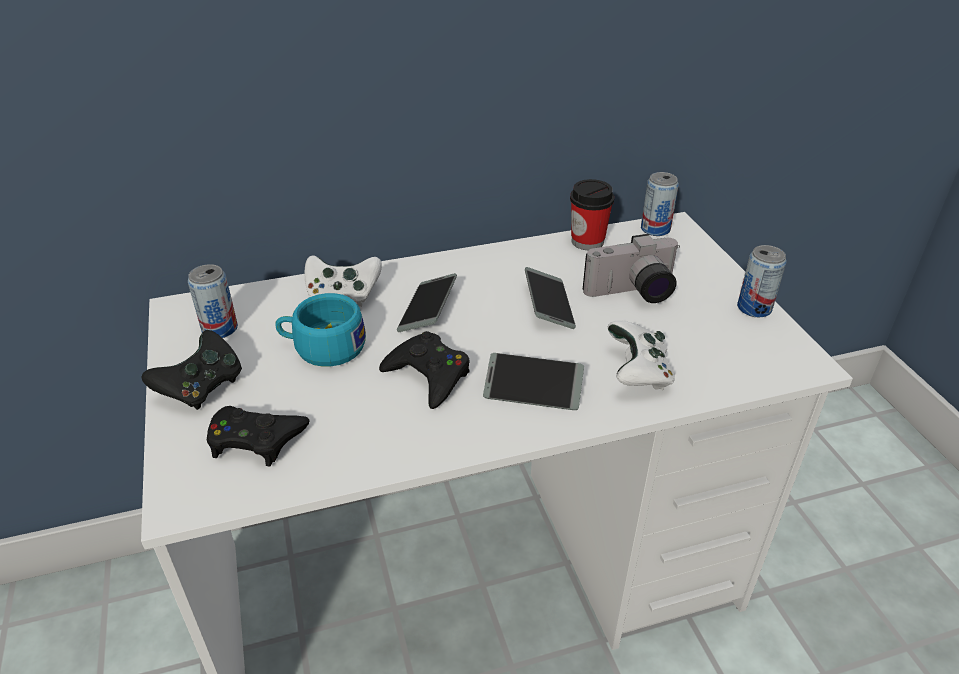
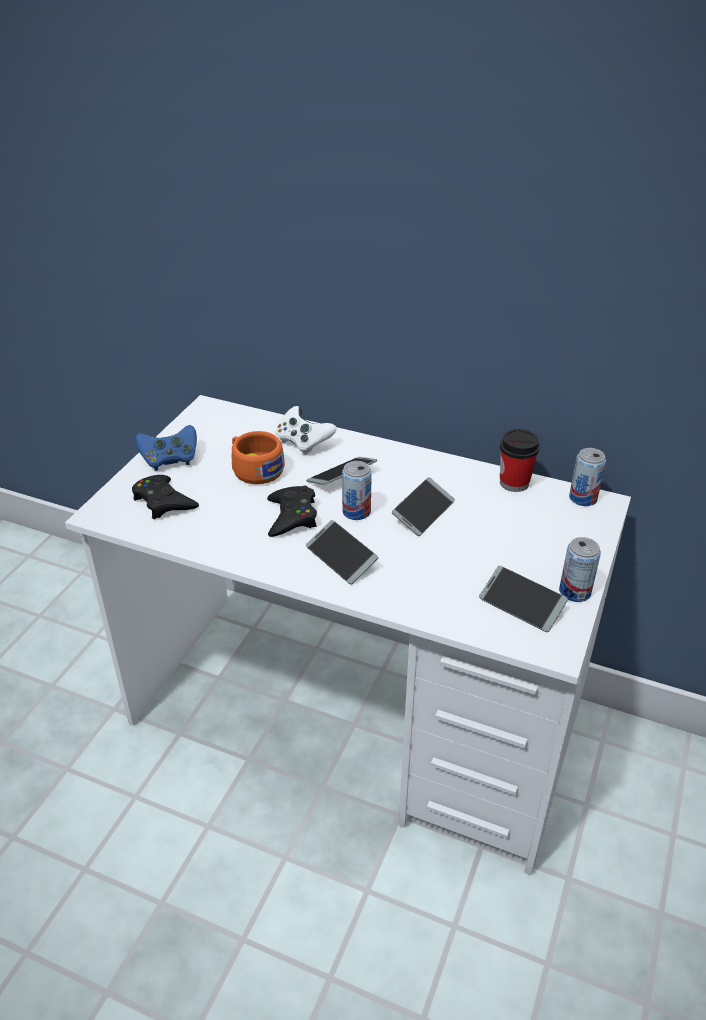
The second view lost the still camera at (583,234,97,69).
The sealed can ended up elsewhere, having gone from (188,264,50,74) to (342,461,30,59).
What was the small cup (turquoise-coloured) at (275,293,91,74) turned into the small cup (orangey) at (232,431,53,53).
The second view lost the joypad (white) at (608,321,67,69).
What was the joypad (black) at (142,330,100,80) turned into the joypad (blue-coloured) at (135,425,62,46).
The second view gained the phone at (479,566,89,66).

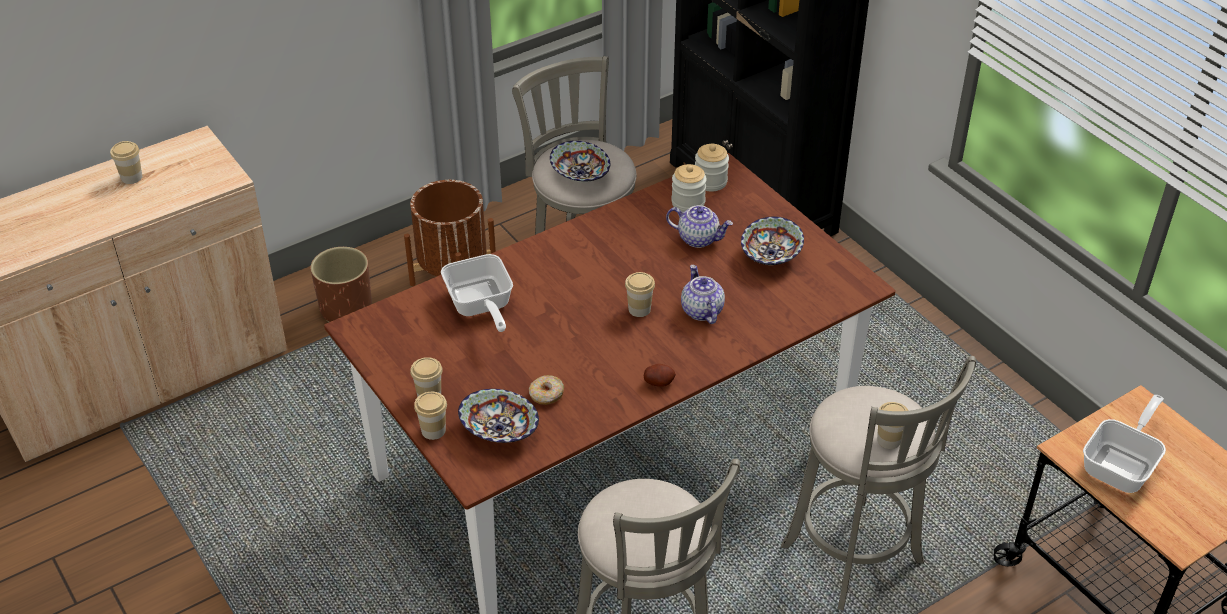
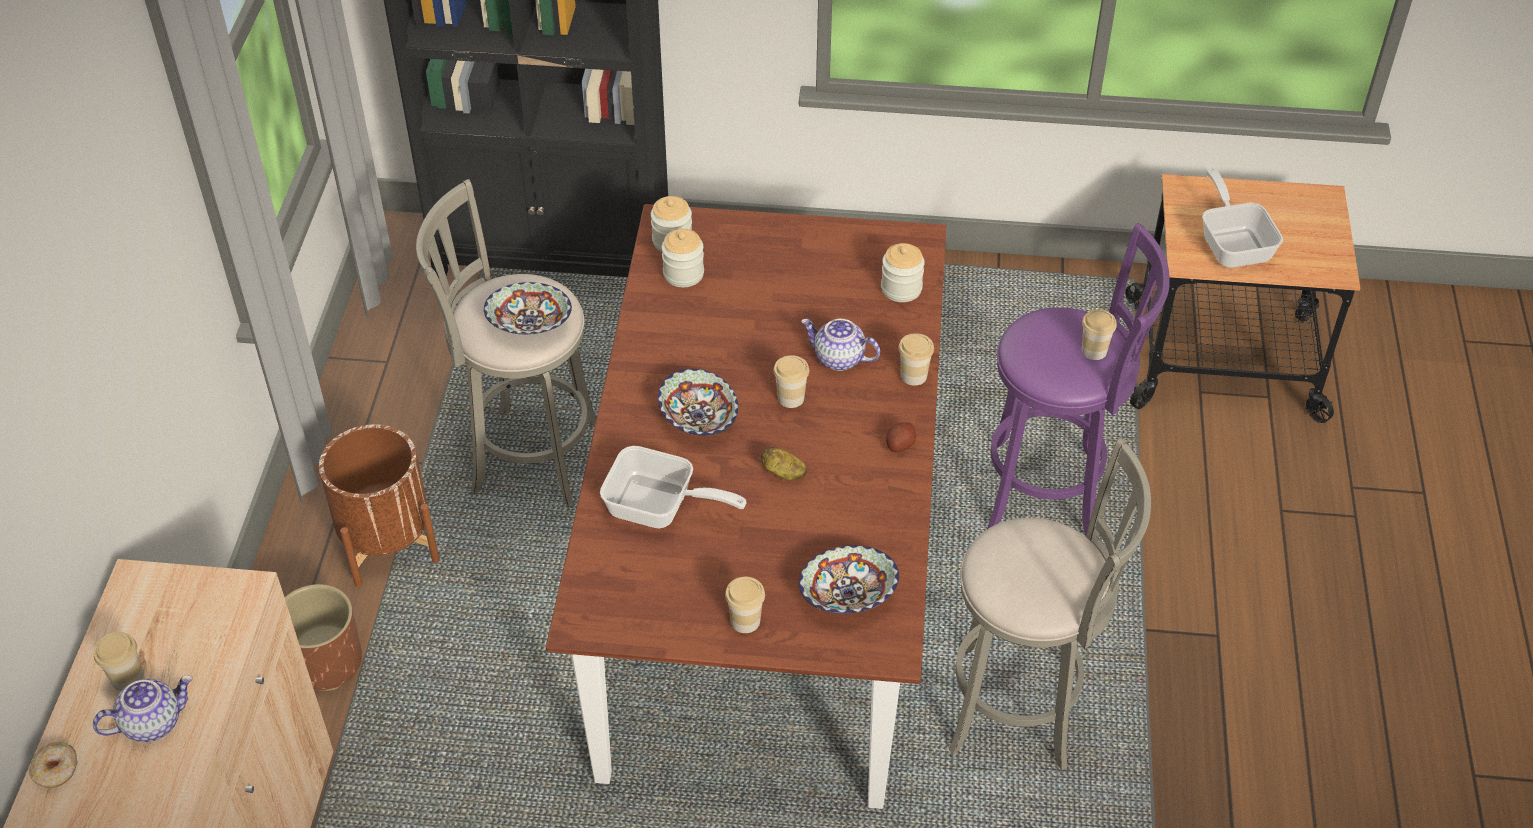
The pot for tea ended up elsewhere, having gone from (666,205,67,43) to (93,675,100,67).
The bowl ended up elsewhere, having gone from (741,217,63,48) to (658,369,80,67).
What was the sitting stool (grey) at (781,356,195,254) turned into the sitting stool (purple) at (987,223,183,314).
The doughnut ended up elsewhere, having gone from (529,375,35,30) to (29,742,49,46).
The small cup ended up elsewhere, having gone from (414,392,33,48) to (899,333,35,53).
The second view gained the preserve jar at (881,243,44,59).
The second view gained the spud at (761,447,46,33).

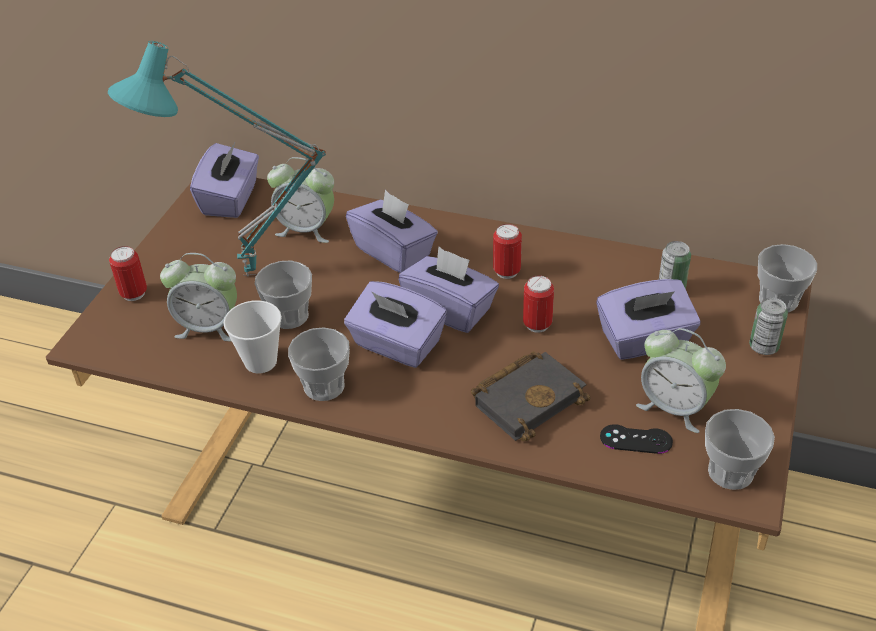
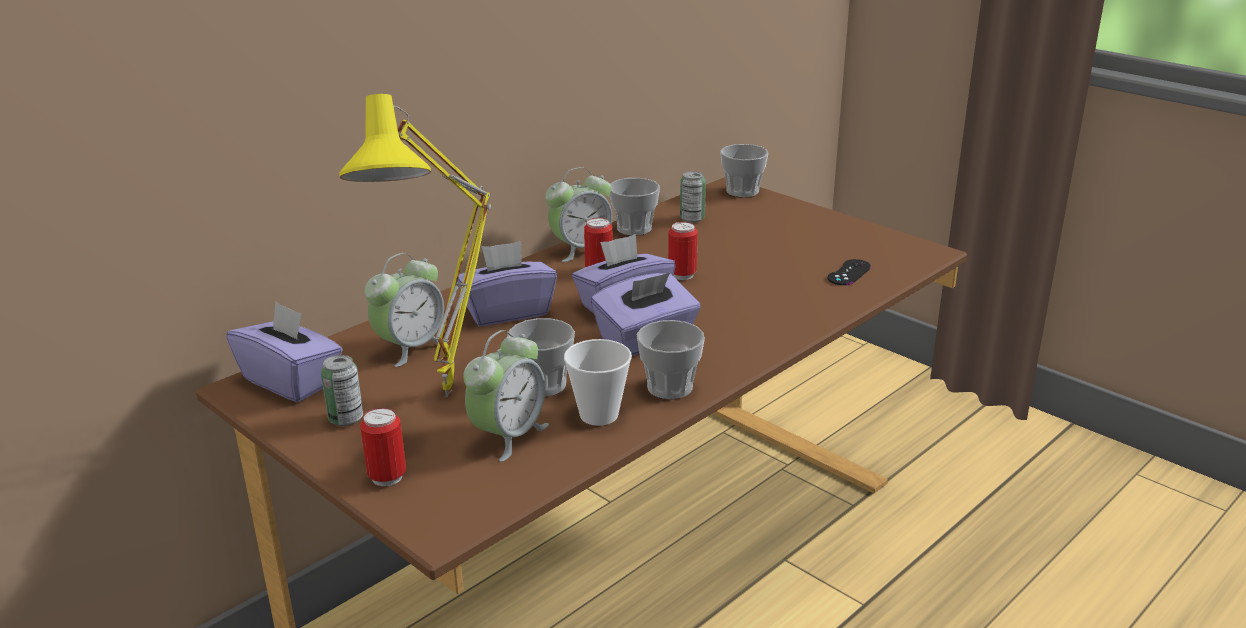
What was the table lamp (turquoise-coloured) at (108,41,218,236) turned into the table lamp (yellowish) at (339,94,152,304).
The second view lost the tissue holder (purple) at (596,279,104,81).
The sealed can ended up elsewhere, having gone from (749,297,39,58) to (321,355,42,71).
The alarm clock ended up elsewhere, having gone from (636,328,90,105) to (545,167,67,95).
The second view lost the volume (black) at (471,351,119,90).
The small cup ended up elsewhere, having gone from (705,409,70,81) to (610,178,50,58).

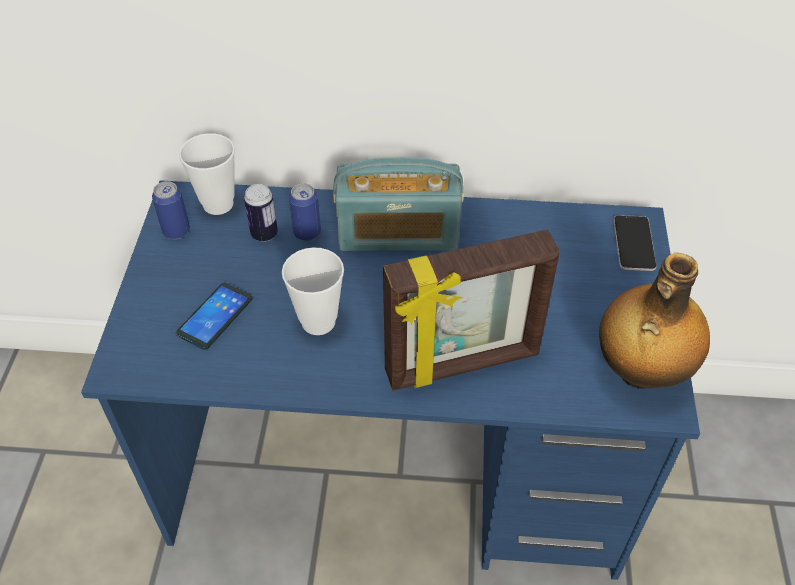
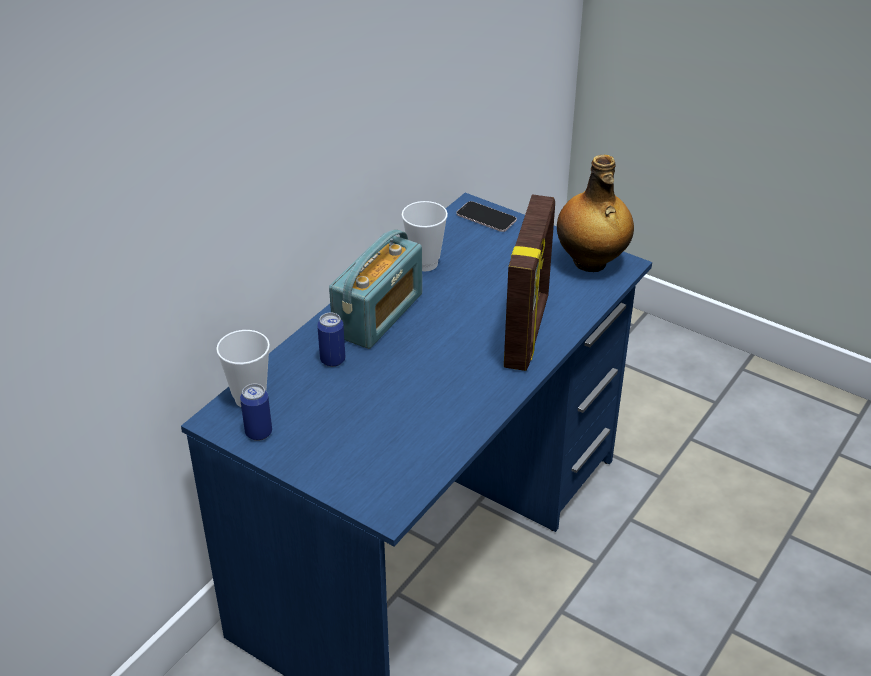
The second view lost the sealed can at (244,184,34,58).
The small cup ended up elsewhere, having gone from (282,248,62,87) to (402,201,46,70).
The second view lost the phone at (176,282,77,68).

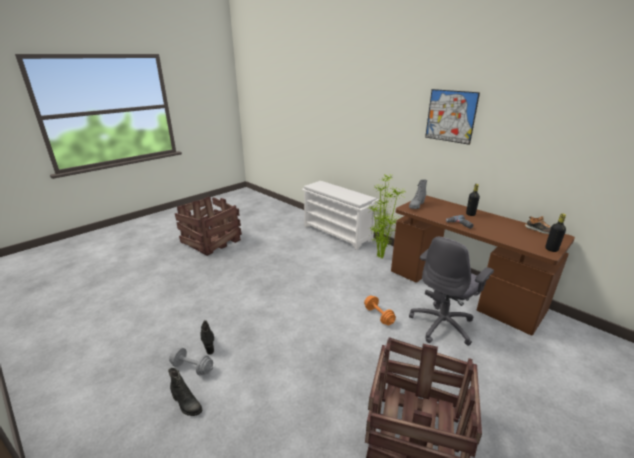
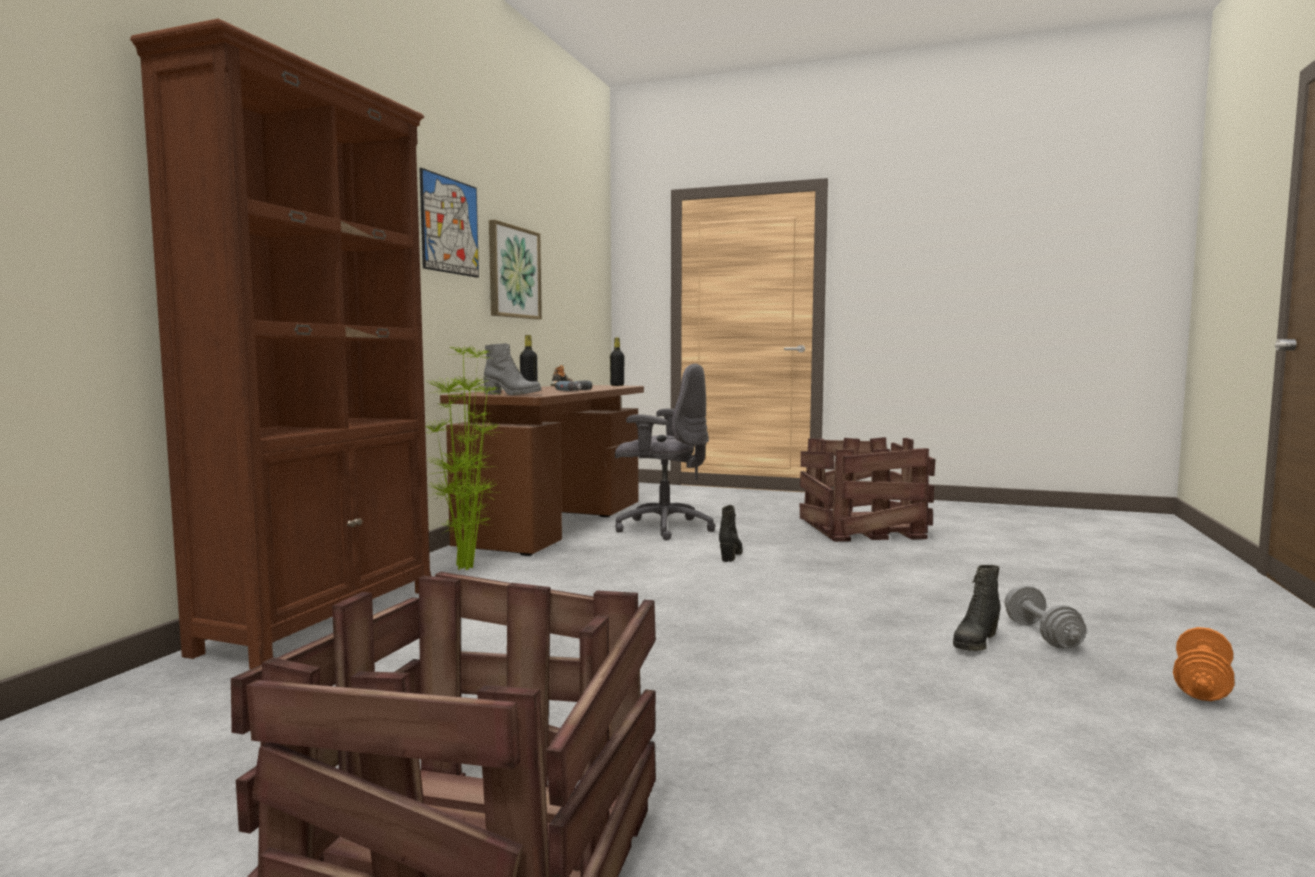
Where the shoe stand (white) stood at (302,181,77,69), the bookshelf (brownish) came to stand at (130,19,301,650).
The free weight (orangey) ended up elsewhere, having gone from (364,296,32,29) to (1173,627,62,74).
The boot (black) ended up elsewhere, having gone from (168,368,34,48) to (719,505,24,57).
The second view gained the wall picture at (489,220,53,100).

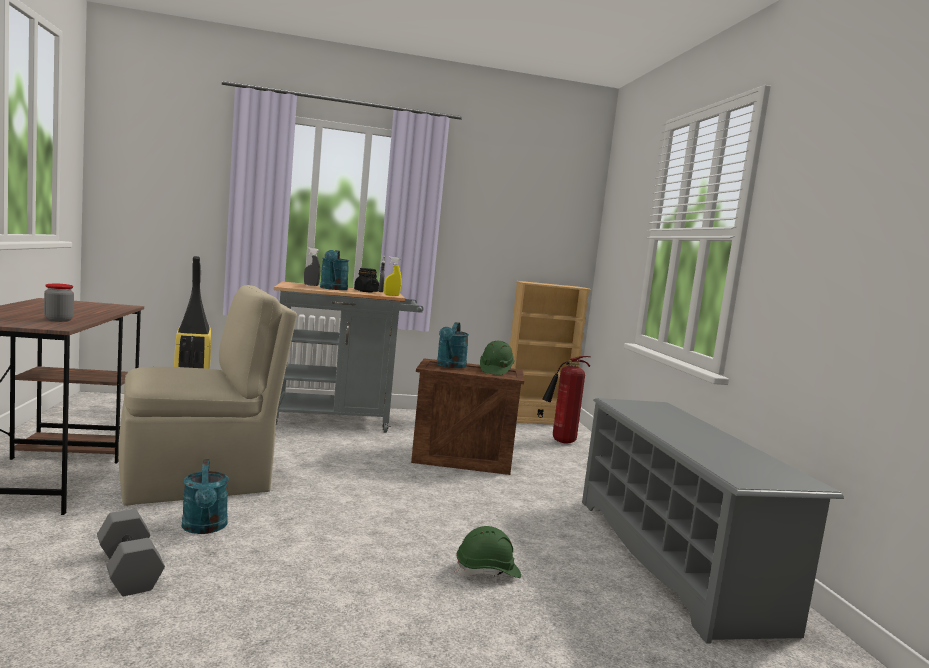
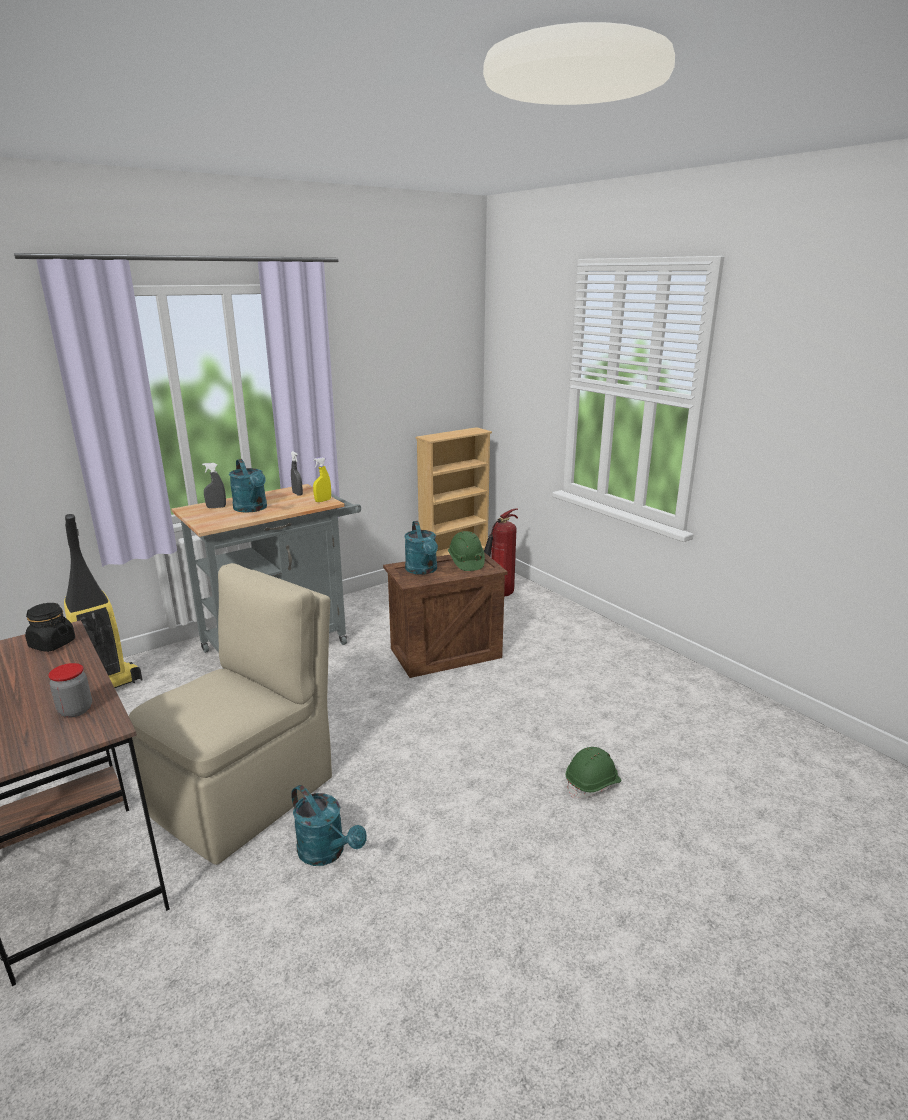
The preserve jar (black) ended up elsewhere, having gone from (354,268,25,24) to (25,603,50,49).
The second view lost the shoe stand (grey) at (582,398,262,246).
The second view lost the free weight (grey) at (97,509,68,87).

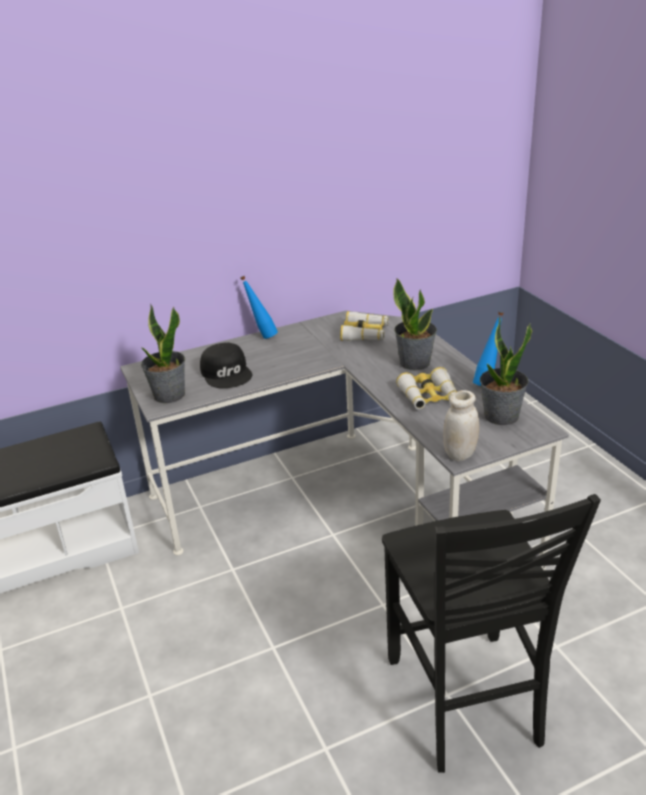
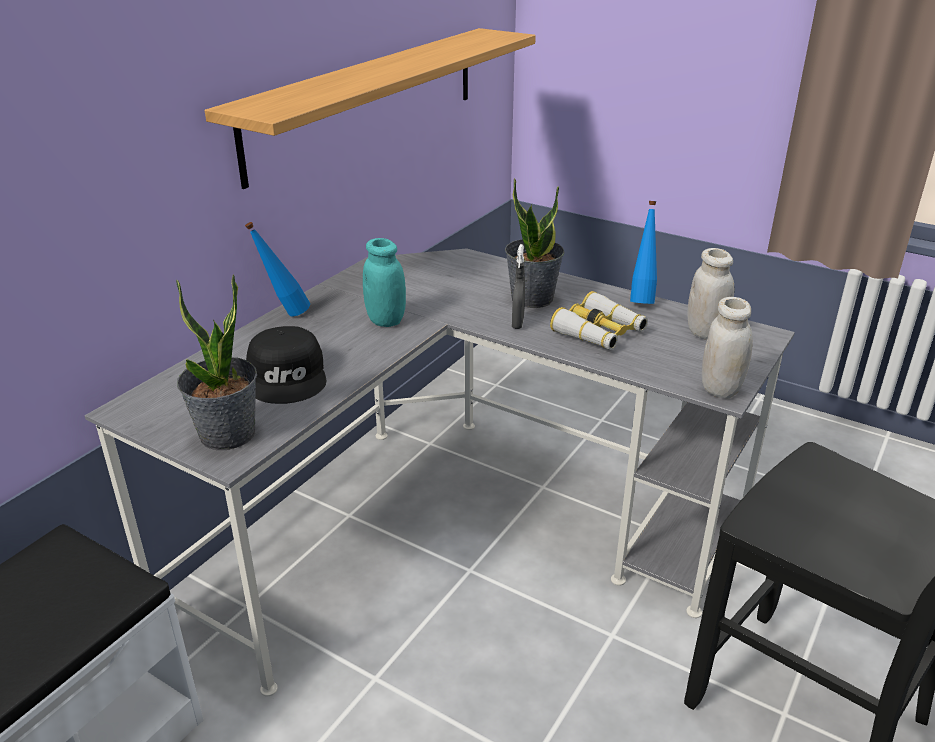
The second view lost the field glasses at (340,311,49,30).
Where the plant in a pot stood at (480,317,52,108), the preserve jar (white) came to stand at (687,248,47,91).
The peaked cap (black) at (200,342,52,46) ended up facing another way, 45 degrees clockwise from before.
The second view gained the shelf at (205,28,331,161).
The second view gained the preserve jar (turquoise-coloured) at (363,238,43,89).
The second view gained the sprayer (grey) at (512,244,13,85).

